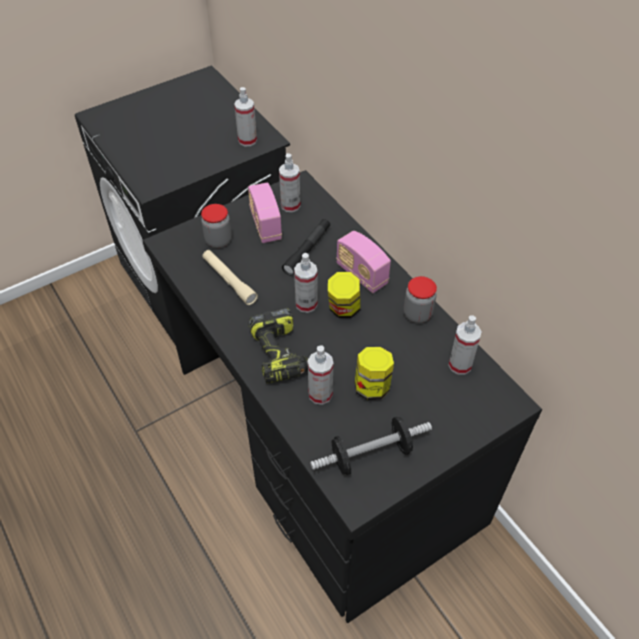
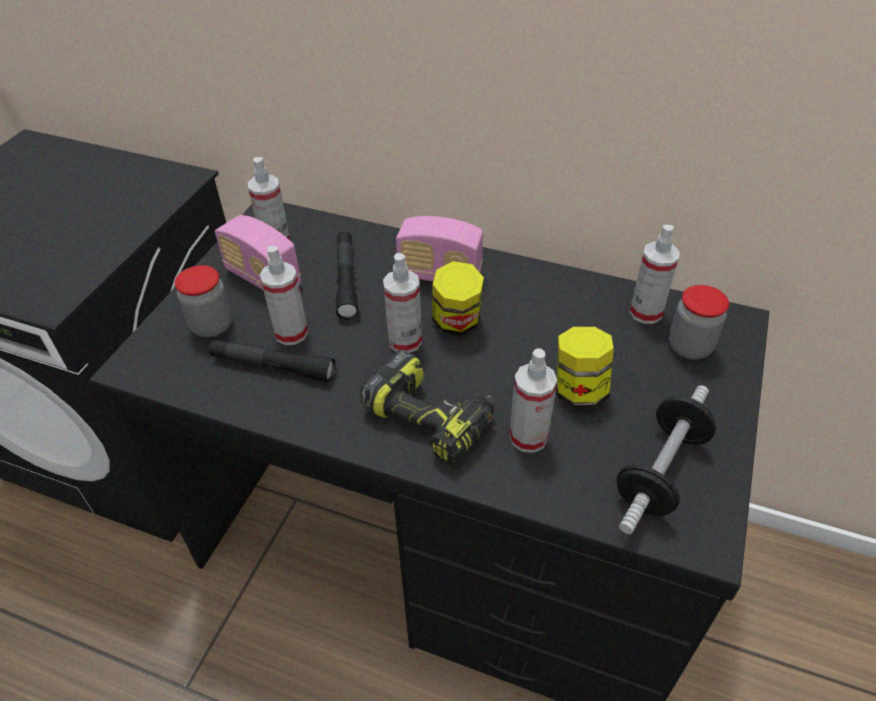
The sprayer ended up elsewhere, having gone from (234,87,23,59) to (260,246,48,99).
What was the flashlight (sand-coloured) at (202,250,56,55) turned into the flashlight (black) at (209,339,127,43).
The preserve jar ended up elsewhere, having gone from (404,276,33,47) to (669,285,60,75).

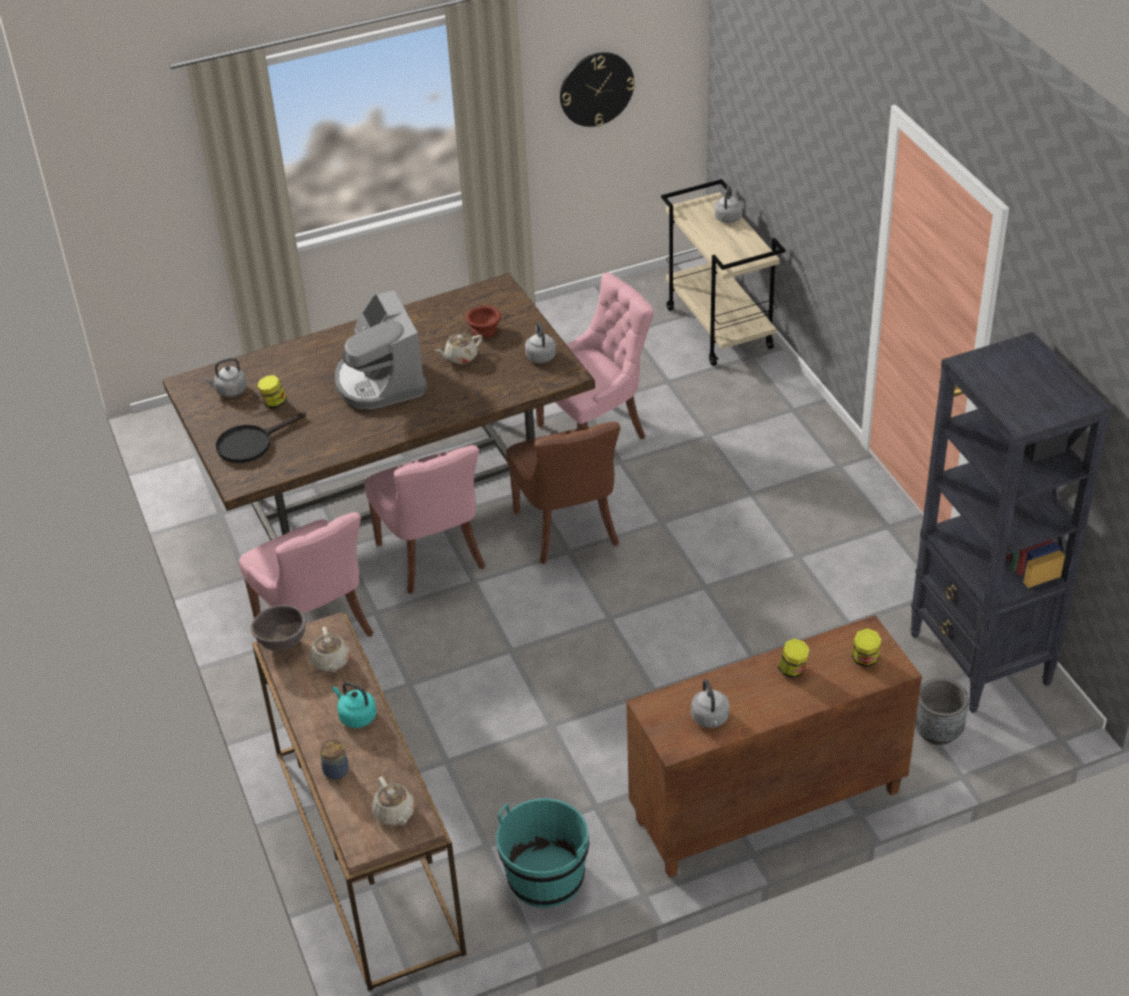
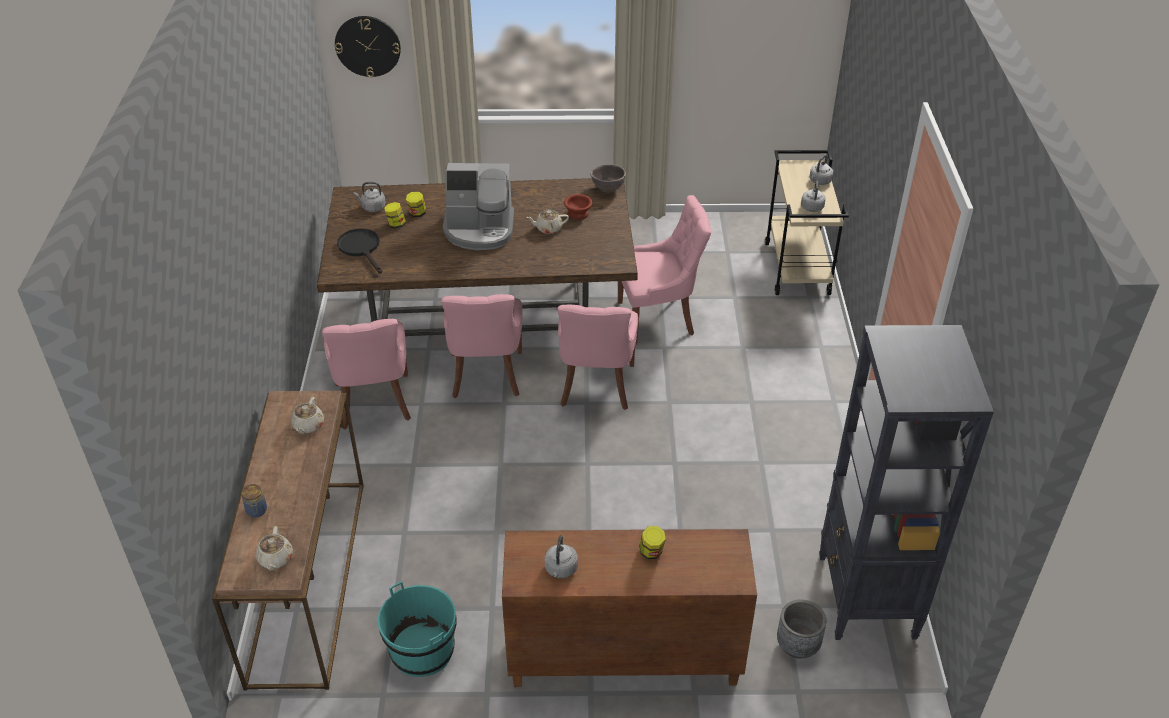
The hanging clock ended up elsewhere, having gone from (560,52,75,75) to (335,16,66,62).
The coffee brewer at (335,290,93,119) ended up facing another way, 90 degrees counterclockwise from before.
The water kettle (grey) ended up elsewhere, having gone from (525,323,31,40) to (801,181,25,31).
The frying pan (black) at (216,412,90,51) ended up facing another way, 75 degrees clockwise from before.
What was the plain chair (brownish) at (507,422,114,142) turned into the plain chair (pinkish) at (557,305,81,105).
The bowl (brownish) ended up elsewhere, having gone from (250,605,56,47) to (590,164,36,29).
The preserve jar ended up elsewhere, having gone from (852,628,29,39) to (406,191,20,26).
The second view lost the water kettle (turquoise-coloured) at (333,682,44,46).

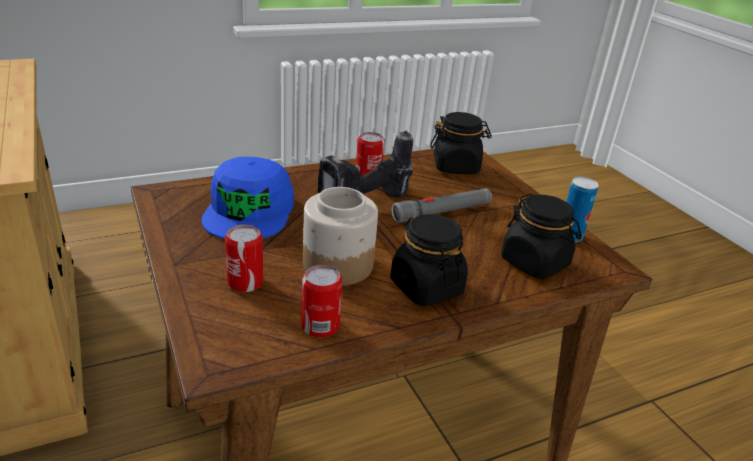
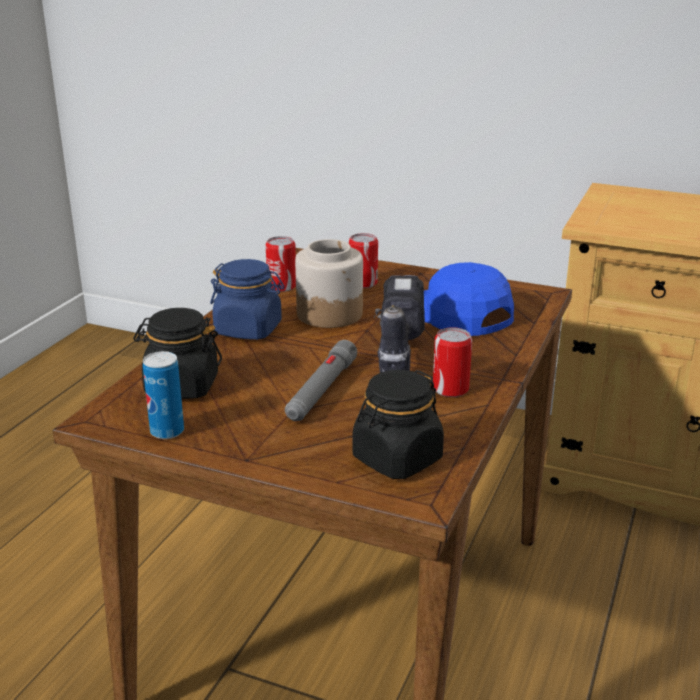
What was the preserve jar (black) at (390,214,78,92) turned into the preserve jar (blue-coloured) at (210,259,74,81).

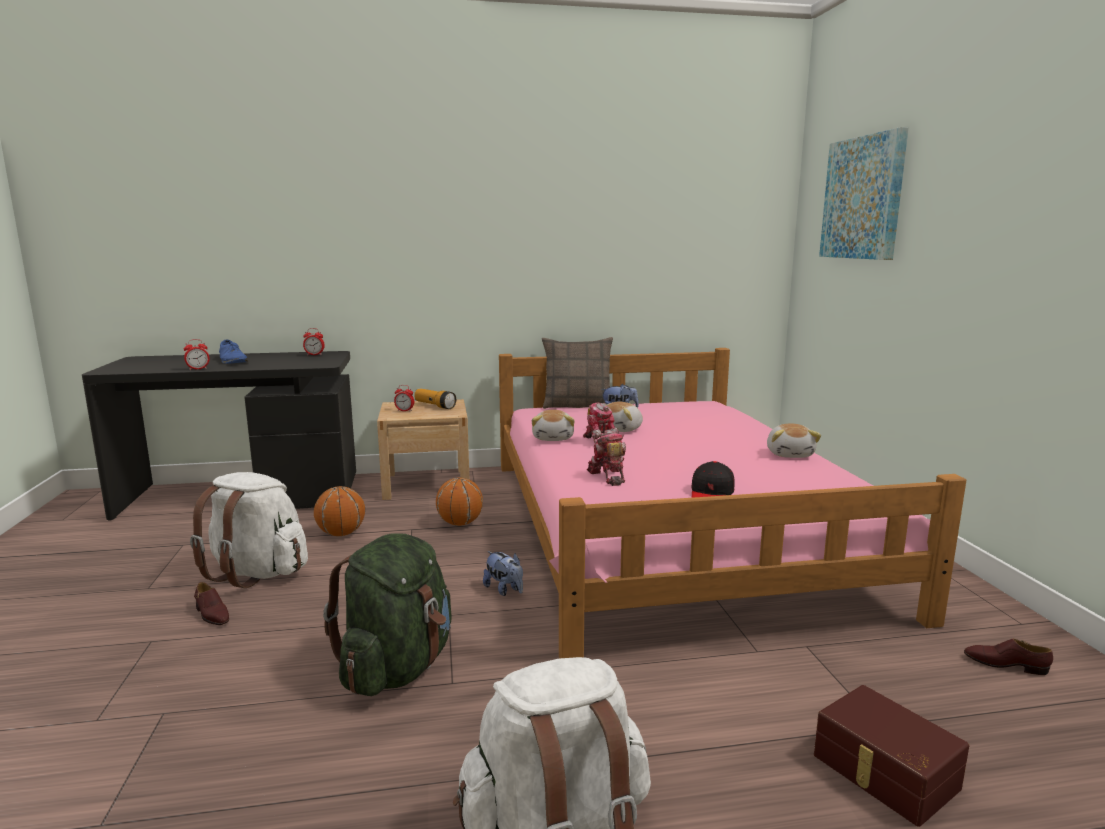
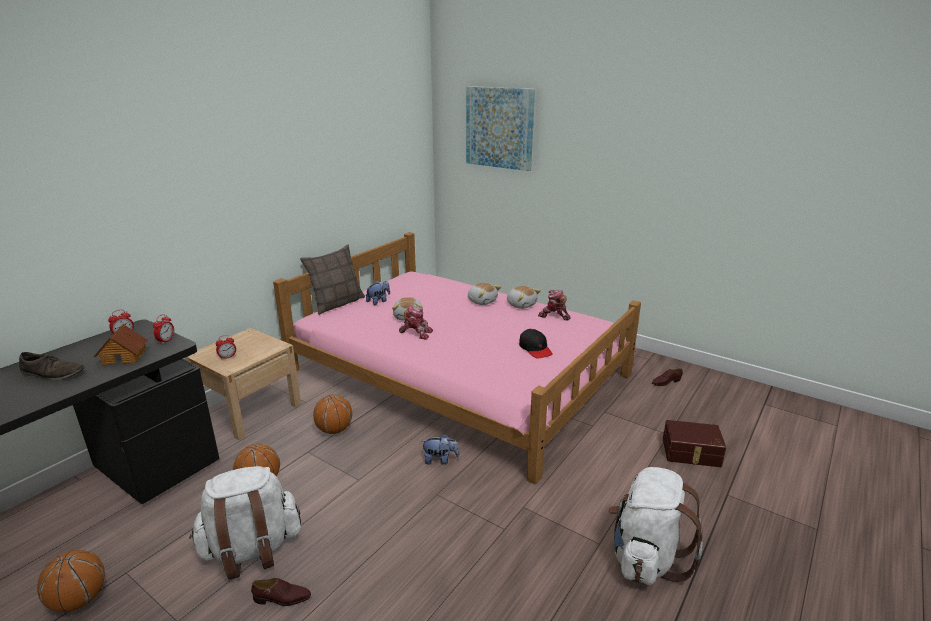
The alarm clock ended up elsewhere, having gone from (184,339,26,31) to (153,314,21,30).
What was the item of footwear (blue-coloured) at (219,339,29,25) turned into the item of footwear (brownish) at (19,352,65,29).
The second view lost the flashlight at (415,389,41,20).
The plush toy ended up elsewhere, having gone from (531,410,44,31) to (468,283,33,22).
The toy robot ended up elsewhere, having gone from (587,429,39,57) to (538,290,33,31).
The second view lost the rucksack (greenish) at (323,533,129,163).
The second view gained the miniature house at (94,324,54,41).
The second view gained the basketball ball at (37,550,68,62).

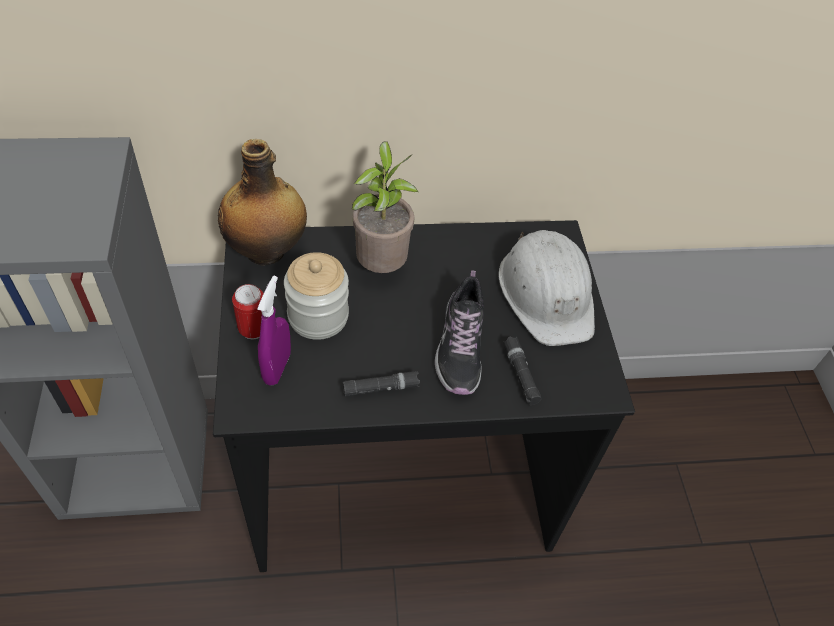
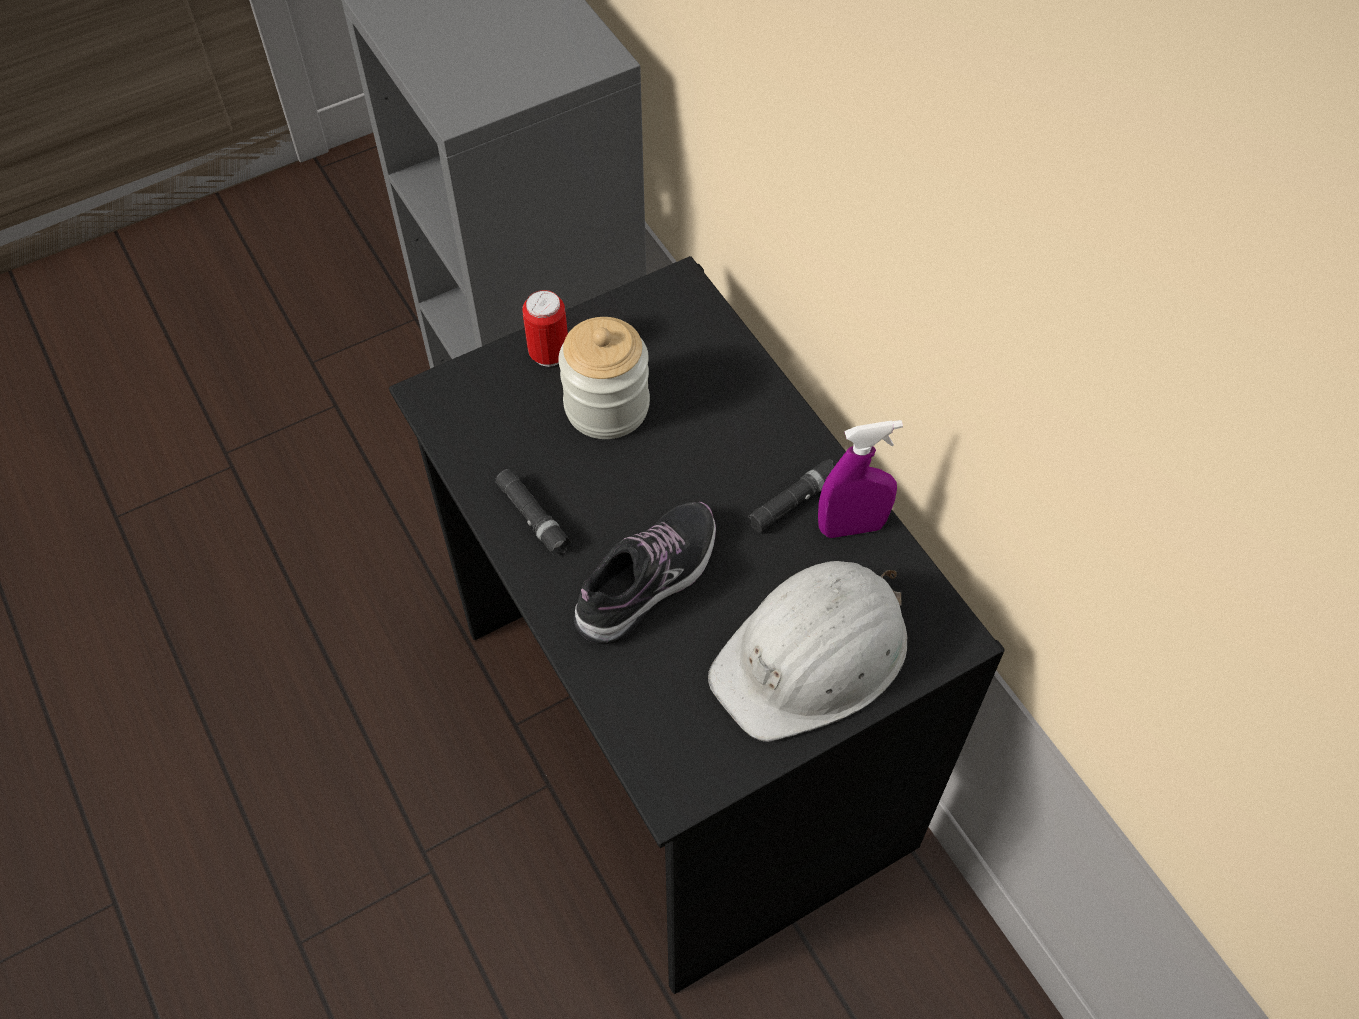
The second view lost the beverage bottle at (218,139,89,127).
The second view lost the plant in a pot at (352,141,66,132).
The item of footwear at (435,270,49,125) ended up facing another way, 150 degrees clockwise from before.
The sprayer (purple) ended up elsewhere, having gone from (257,276,34,109) to (818,420,85,118).
The flashlight (black) ended up elsewhere, having gone from (503,337,39,68) to (748,459,86,74).

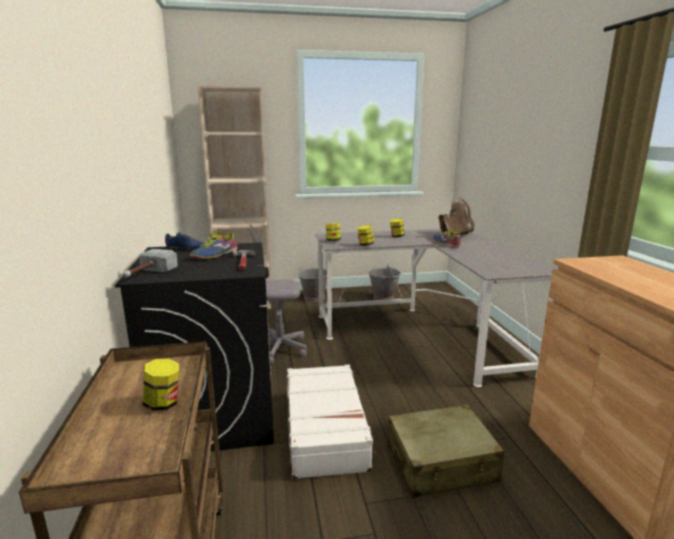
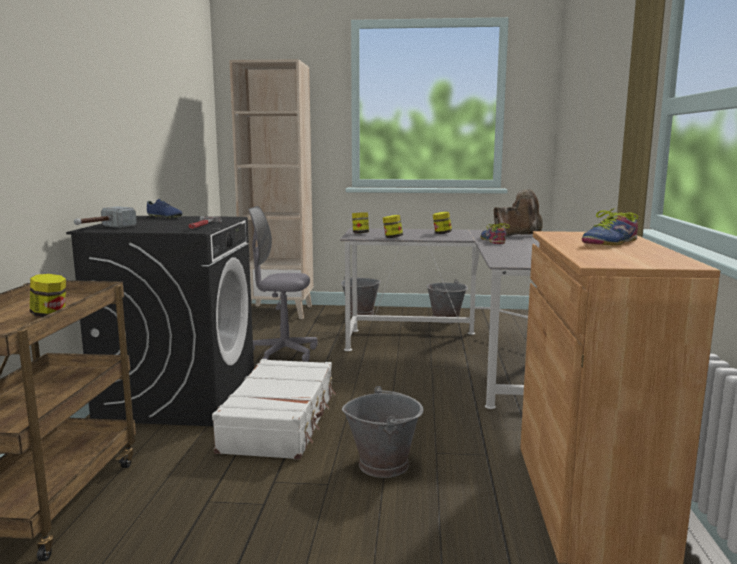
The item of footwear ended up elsewhere, having gone from (189,229,49,30) to (582,208,56,37).
Where the piece of luggage (sand-coloured) stood at (388,404,116,94), the water bucket (grey) came to stand at (342,386,82,92).

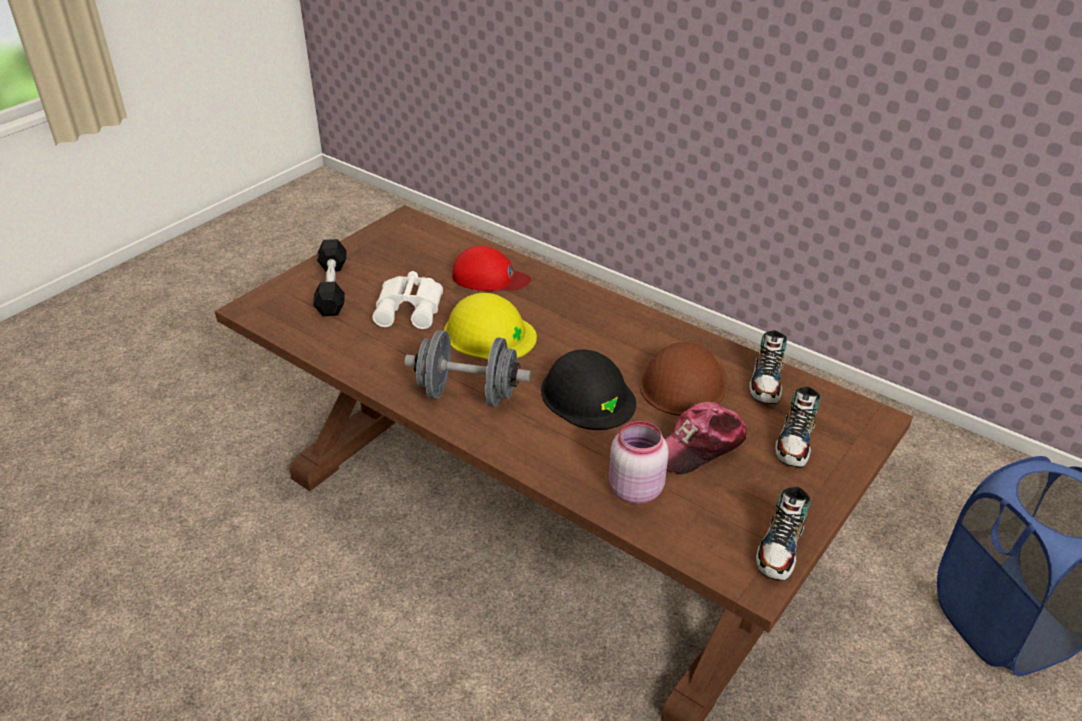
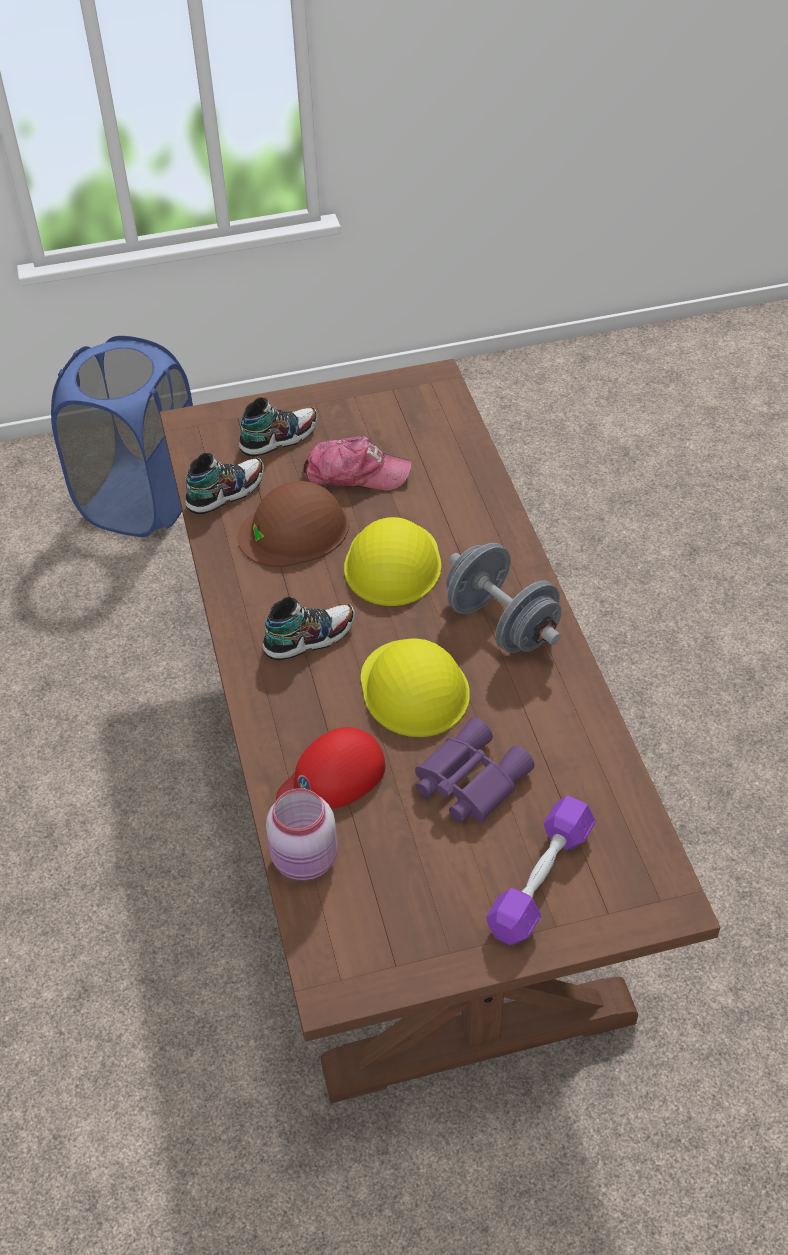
What was the free weight (black) at (313,239,34,77) turned into the free weight (purple) at (486,796,110,149).
The peaked cap (reddish) at (452,246,79,45) ended up facing another way, 90 degrees counterclockwise from before.
What was the field glasses (white) at (372,271,71,58) turned into the field glasses (purple) at (415,717,120,106).
What was the work helmet (black) at (541,349,95,81) turned into the work helmet (yellowish) at (344,517,97,89).
The preserve jar (pinkish) ended up elsewhere, having gone from (609,421,60,83) to (266,788,72,93).
The item of footwear ended up elsewhere, having gone from (756,487,55,94) to (262,597,93,63).

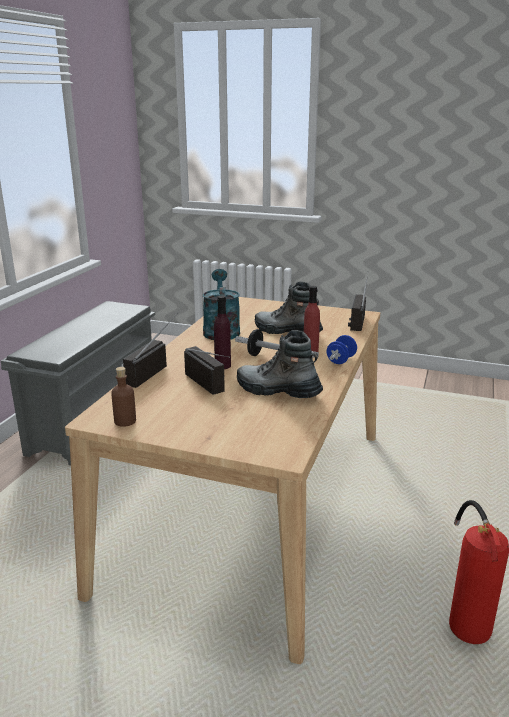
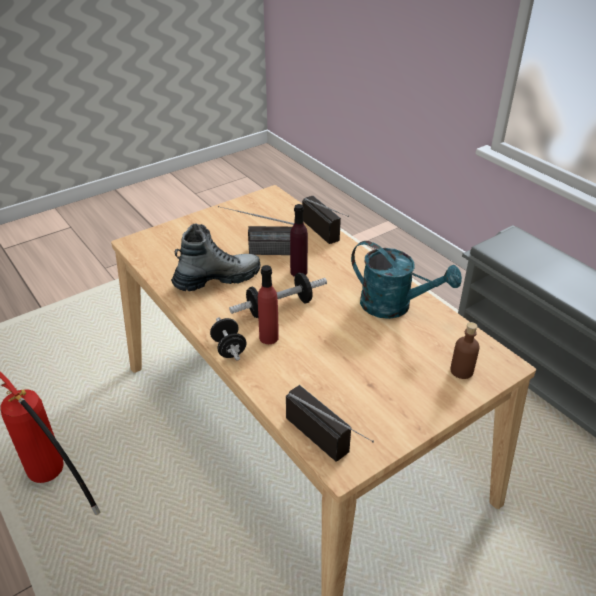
The second view lost the boot at (255,282,68,52).
What was the free weight (blue-coloured) at (327,335,30,29) turned into the free weight (black) at (210,317,36,44).
The beverage bottle (brownish) ended up elsewhere, having gone from (111,367,25,60) to (450,322,30,57).

